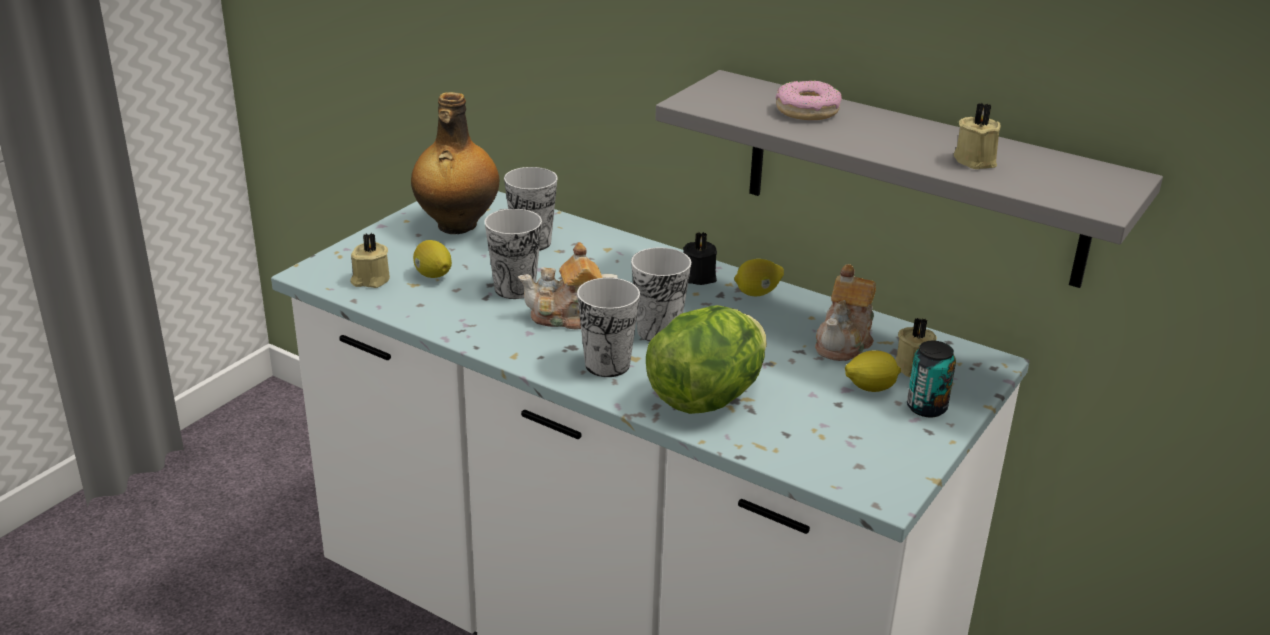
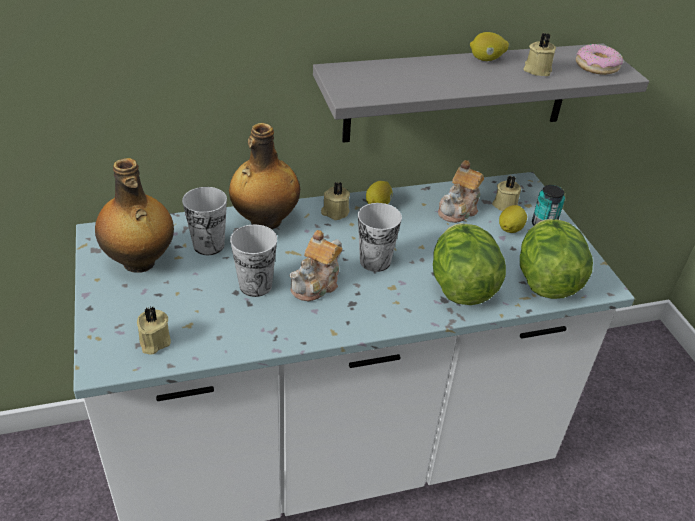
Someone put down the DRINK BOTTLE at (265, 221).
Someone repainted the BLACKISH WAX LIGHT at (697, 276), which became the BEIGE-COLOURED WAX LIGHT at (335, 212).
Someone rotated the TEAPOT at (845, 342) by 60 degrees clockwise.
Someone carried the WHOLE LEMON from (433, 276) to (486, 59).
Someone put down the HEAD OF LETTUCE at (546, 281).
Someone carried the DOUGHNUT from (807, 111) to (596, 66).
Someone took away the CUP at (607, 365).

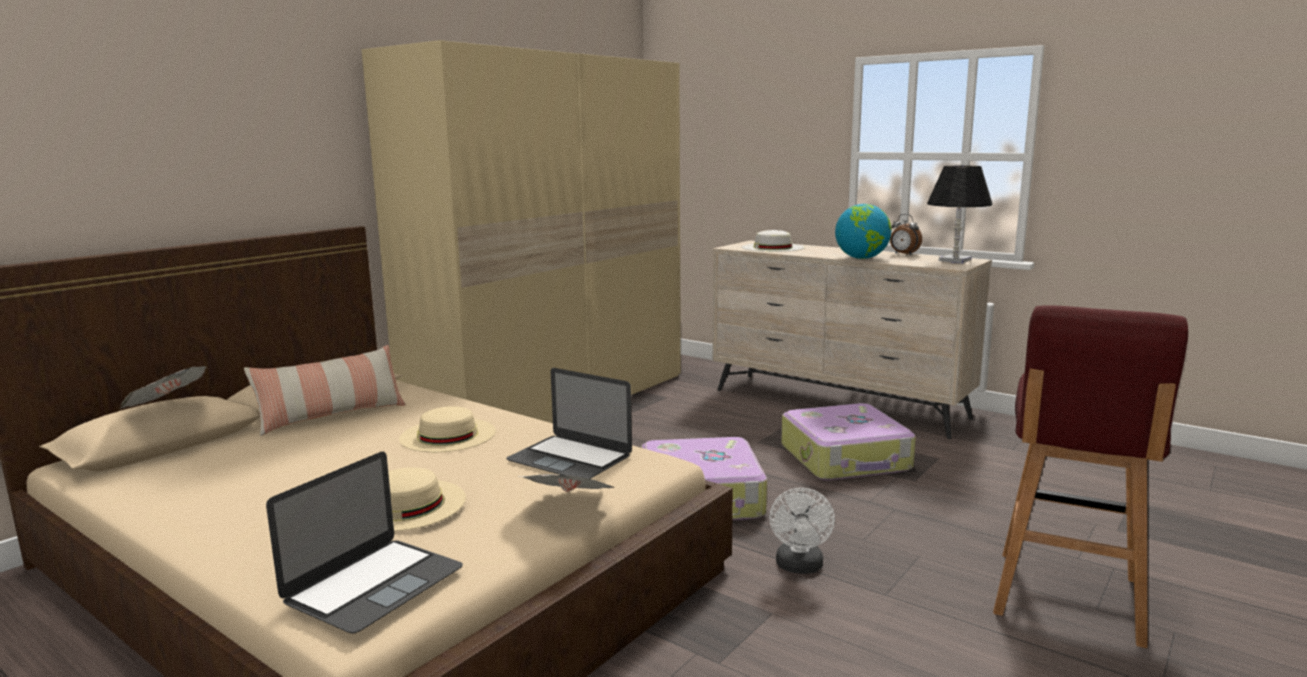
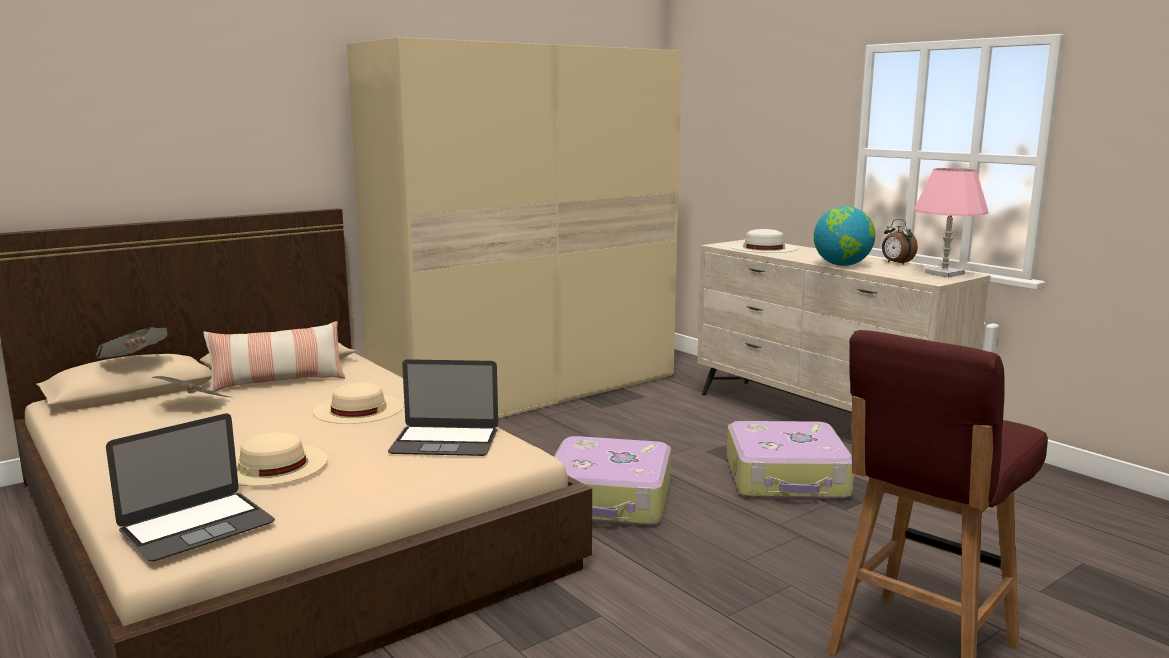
Someone carried the DAILY PAPER from (570, 507) to (196, 405).
Someone rotated the NOTEBOOK COMPUTER at (569, 458) by 45 degrees counterclockwise.
Someone repainted the BLACKISH TABLETOP LAMP at (955, 260), which became the PINK-COLOURED TABLETOP LAMP at (944, 273).
Someone took away the WHITE COOLING FAN at (800, 567).

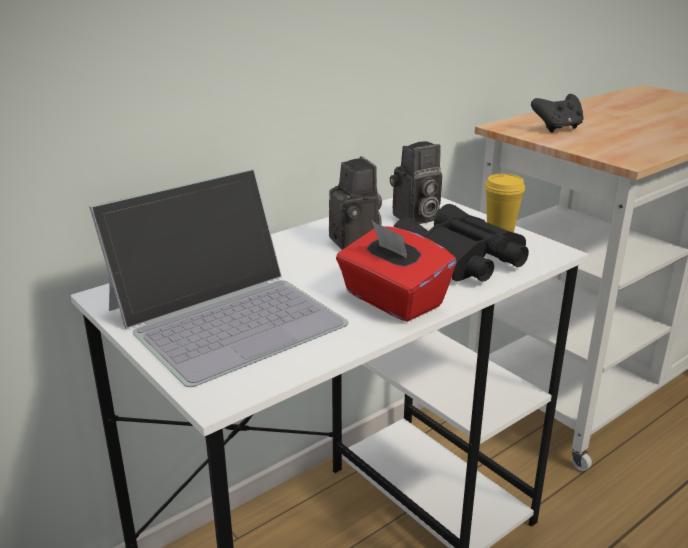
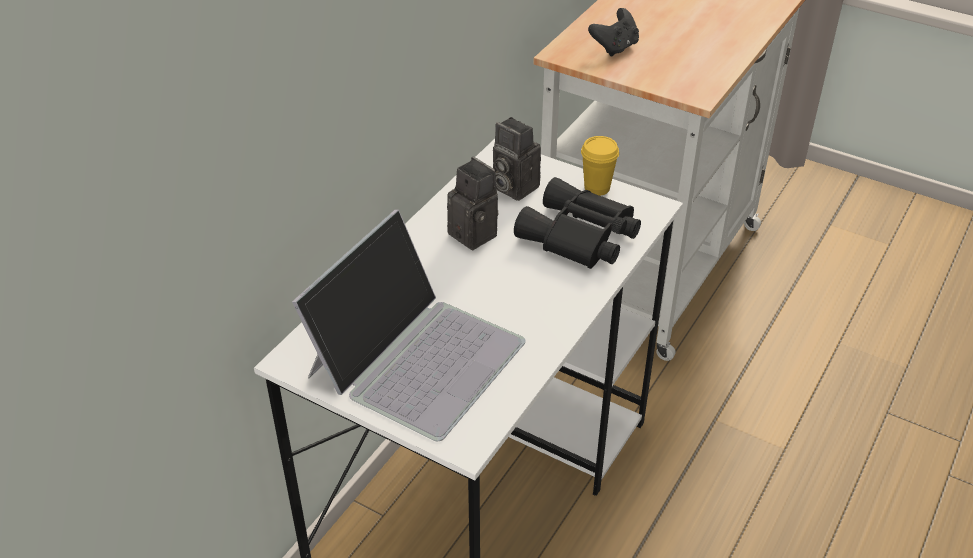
Someone rotated the STILL CAMERA at (415, 218) by 90 degrees clockwise.
Someone took away the RED TISSUE BOX at (392, 300).

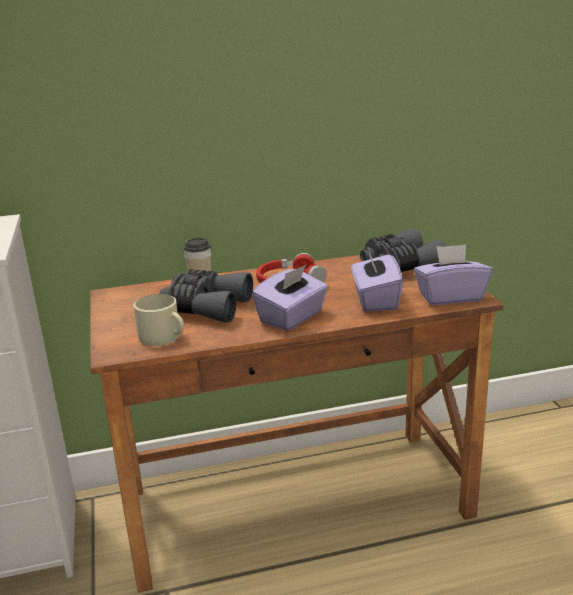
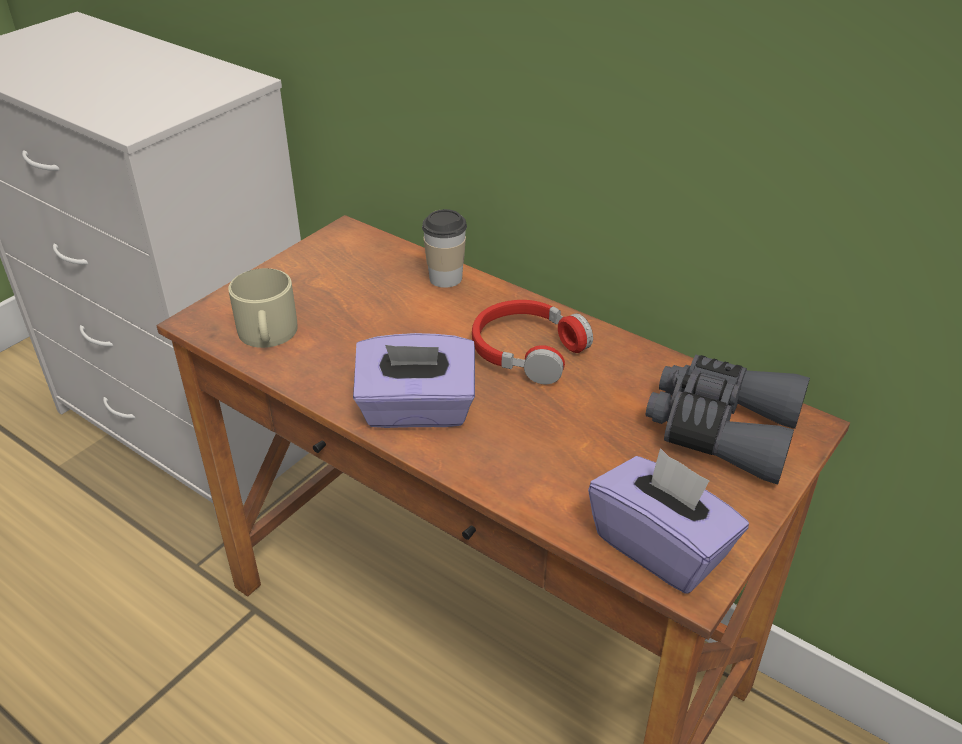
Someone took away the GREY FIELD GLASSES at (205, 307).
Someone took away the PURPLE-COLOURED TISSUE BOX at (375, 300).

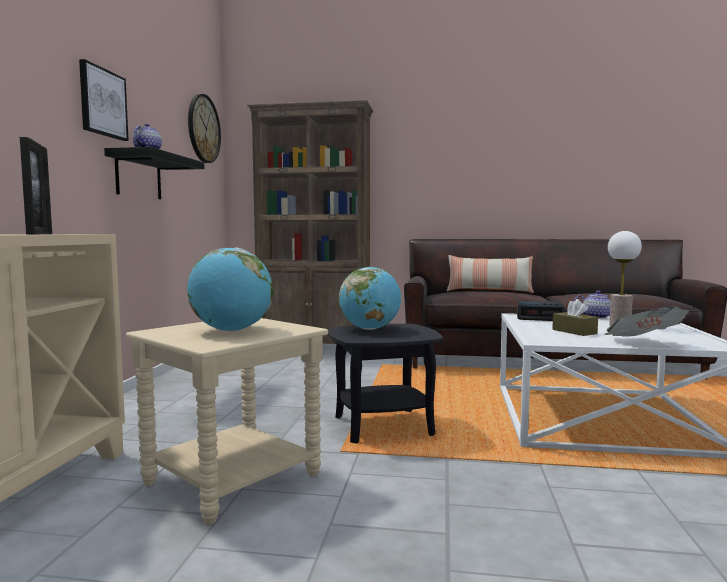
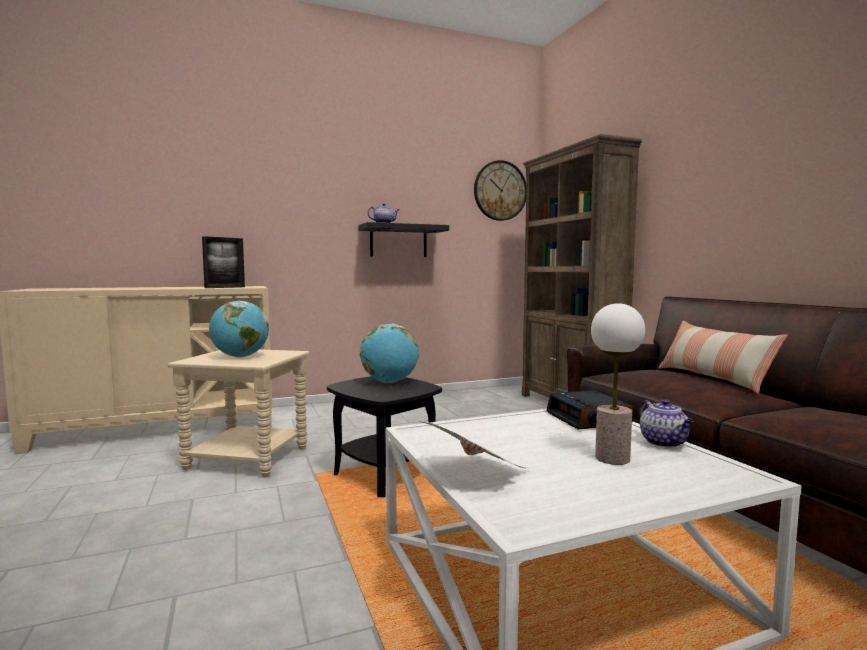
Someone took away the WALL ART at (102, 102).
Someone took away the BROWN TISSUE BOX at (574, 331).

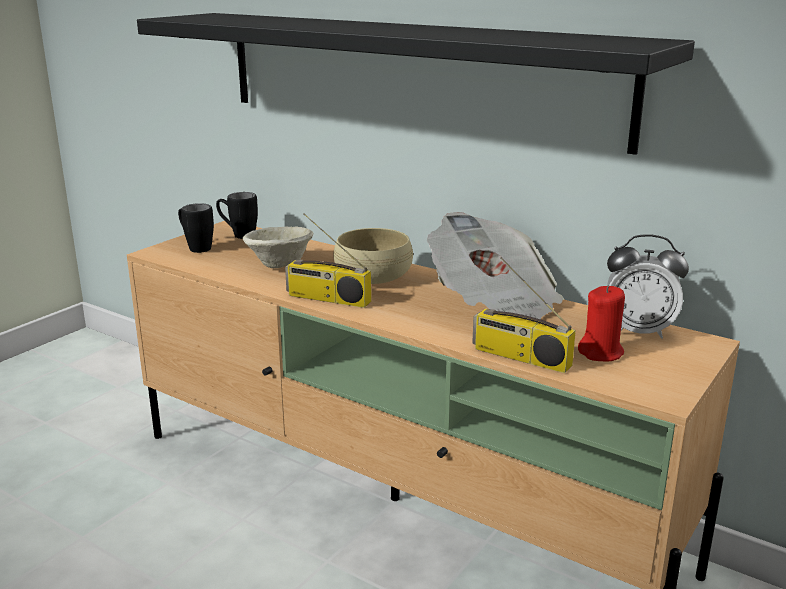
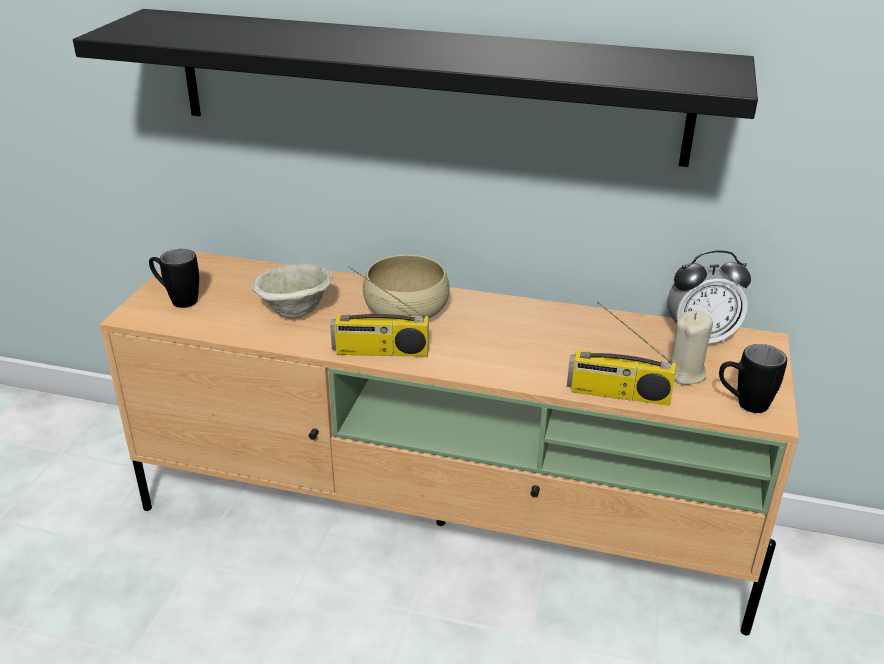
Someone repainted the RED WAX LIGHT at (601, 353), which became the BEIGE-COLOURED WAX LIGHT at (684, 373).
Someone carried the BLACKISH COFFEE MUG from (238, 235) to (743, 404).
Someone took away the DAILY PAPER at (494, 304).

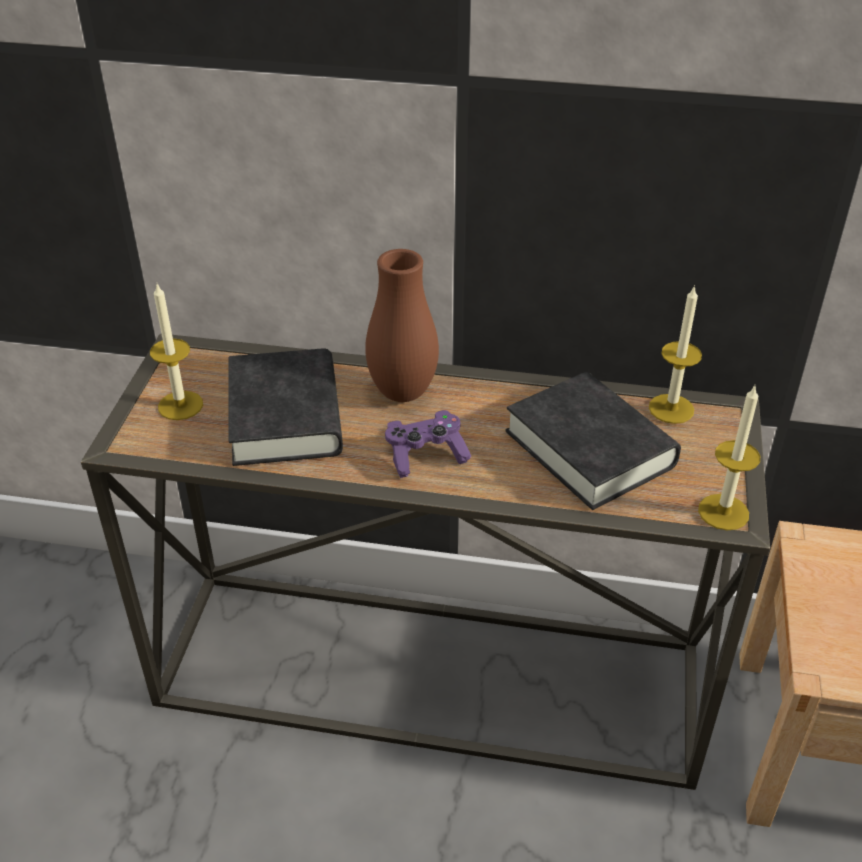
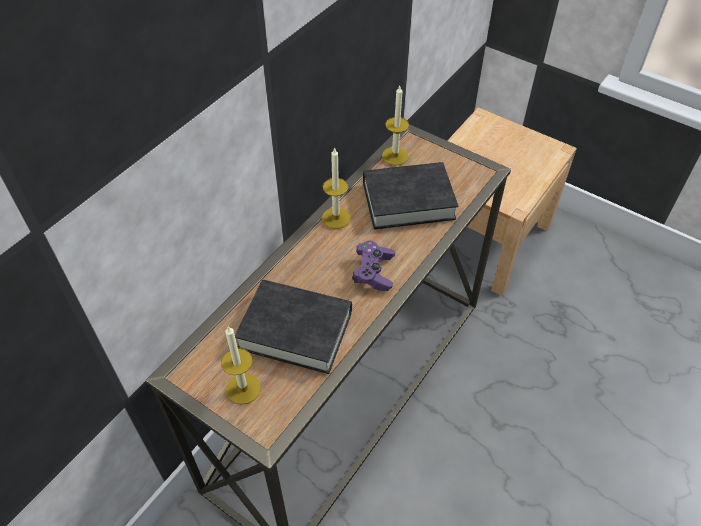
Someone carried the WAX LIGHT from (723, 512) to (336, 218).
Someone took away the BROWN VASE at (403, 392).

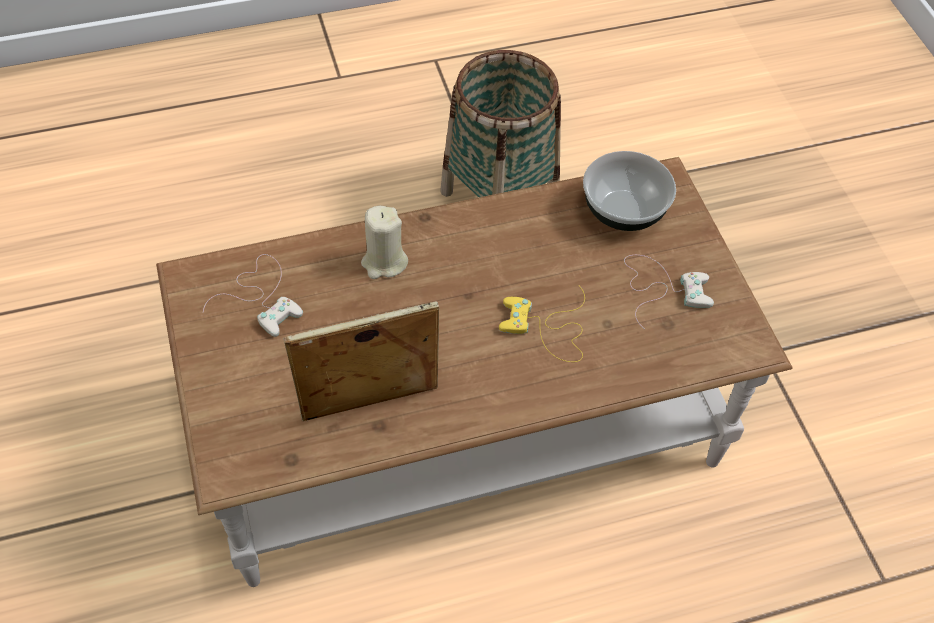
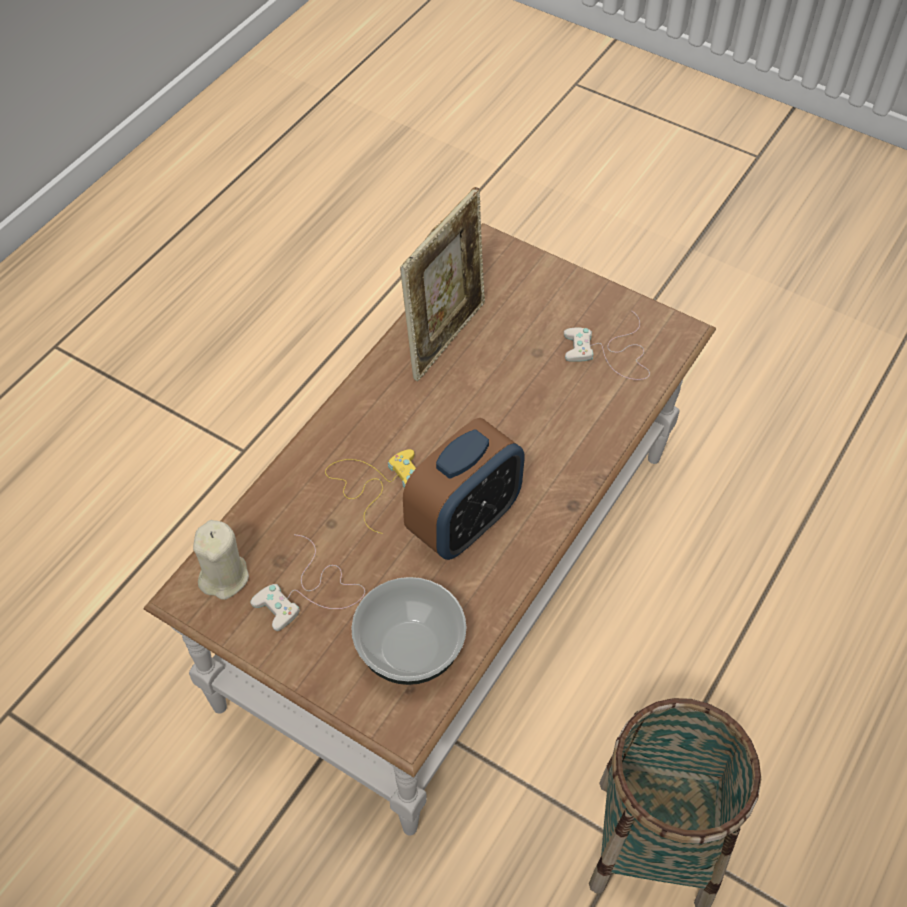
Someone carried the BEIGE-COLOURED WAX LIGHT from (384, 262) to (224, 576).
Someone put down the ALARM CLOCK at (463, 522).

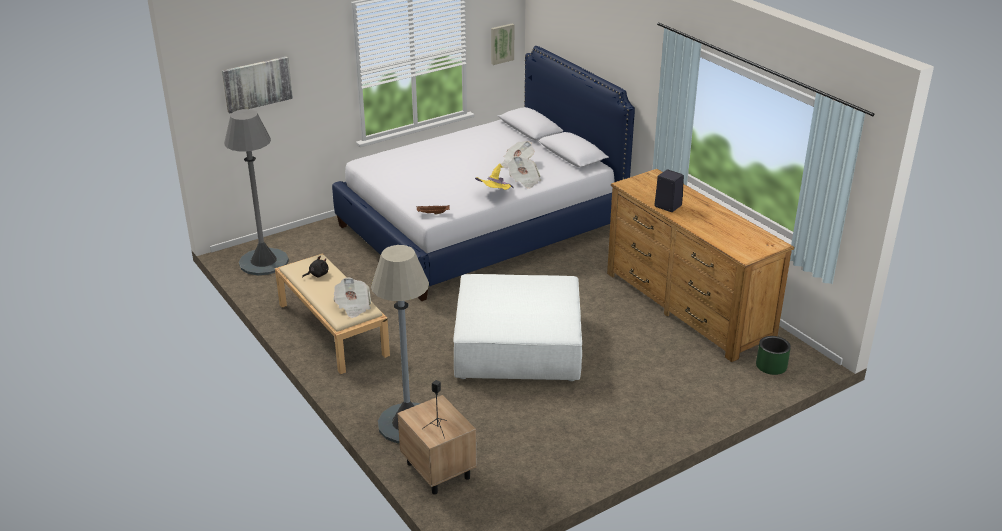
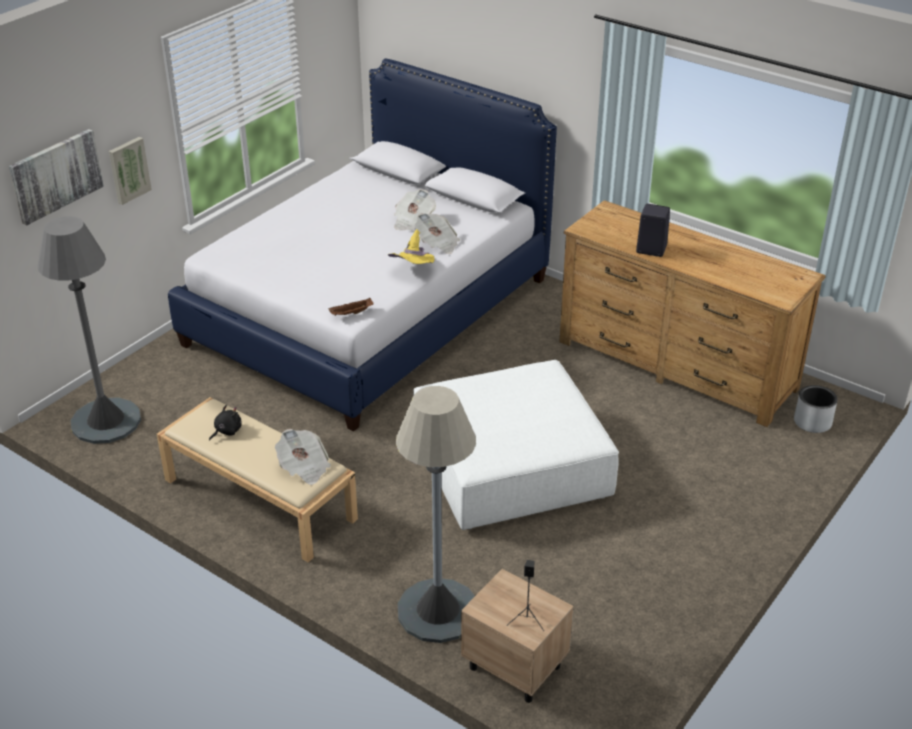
Someone carried the WALL ART from (501, 43) to (128, 170).
Someone repainted the GREEN PLANTER at (771, 366), which became the GREY PLANTER at (812, 422).

